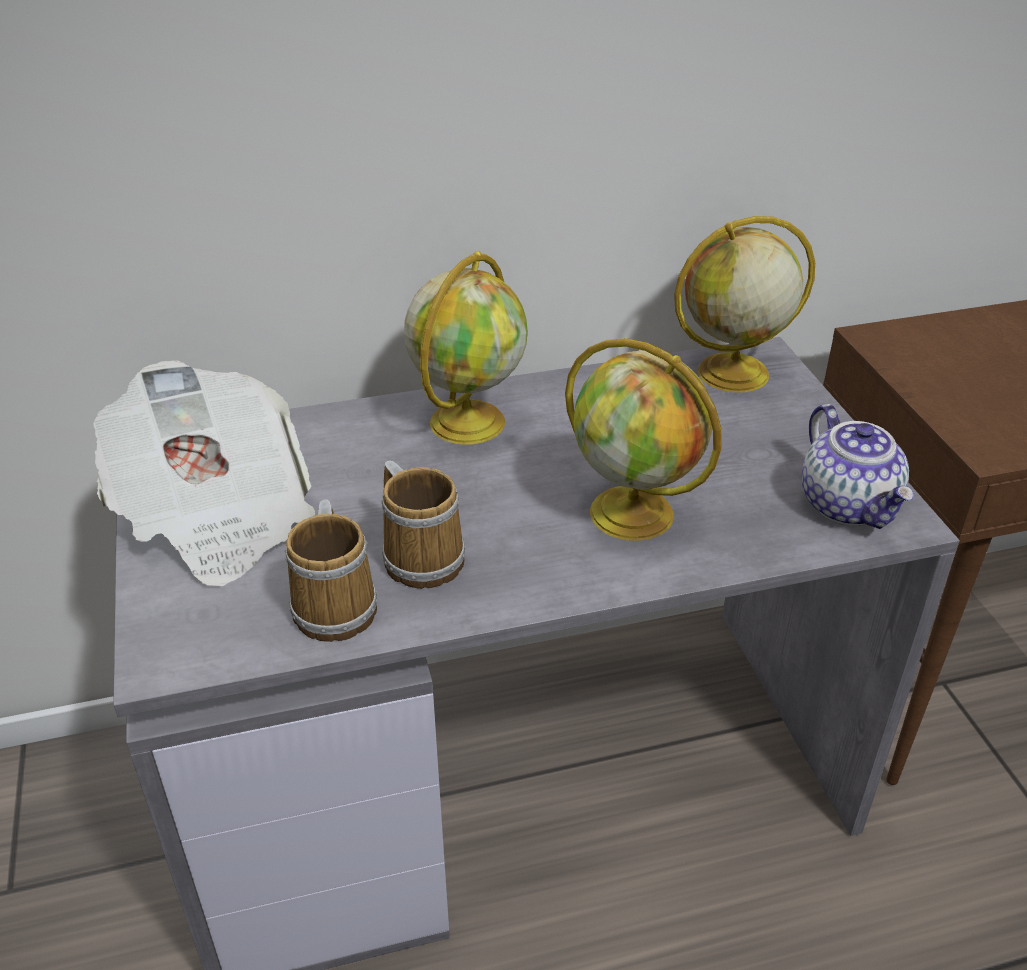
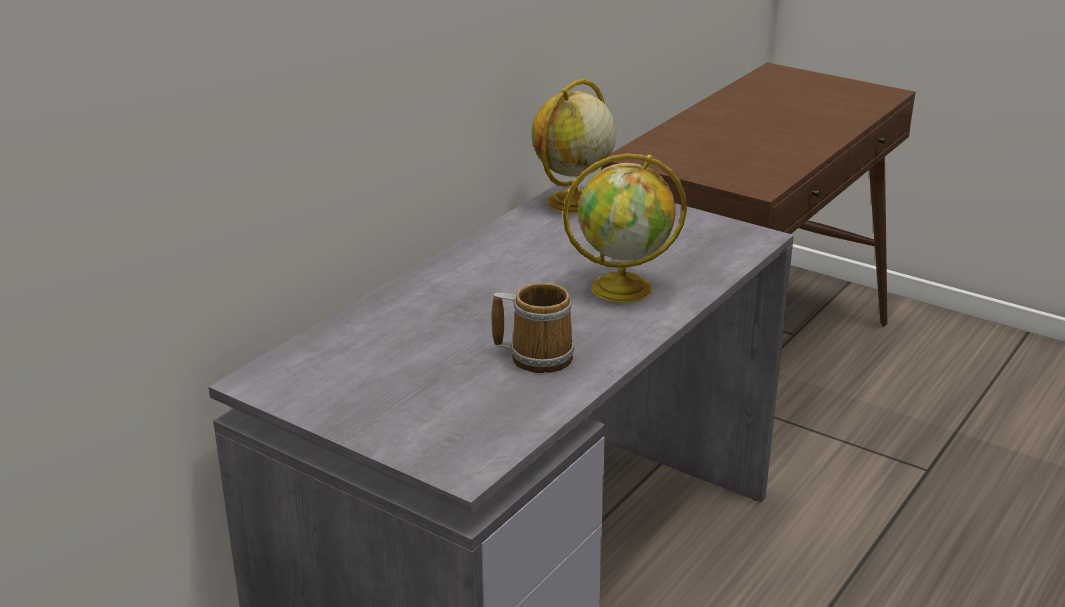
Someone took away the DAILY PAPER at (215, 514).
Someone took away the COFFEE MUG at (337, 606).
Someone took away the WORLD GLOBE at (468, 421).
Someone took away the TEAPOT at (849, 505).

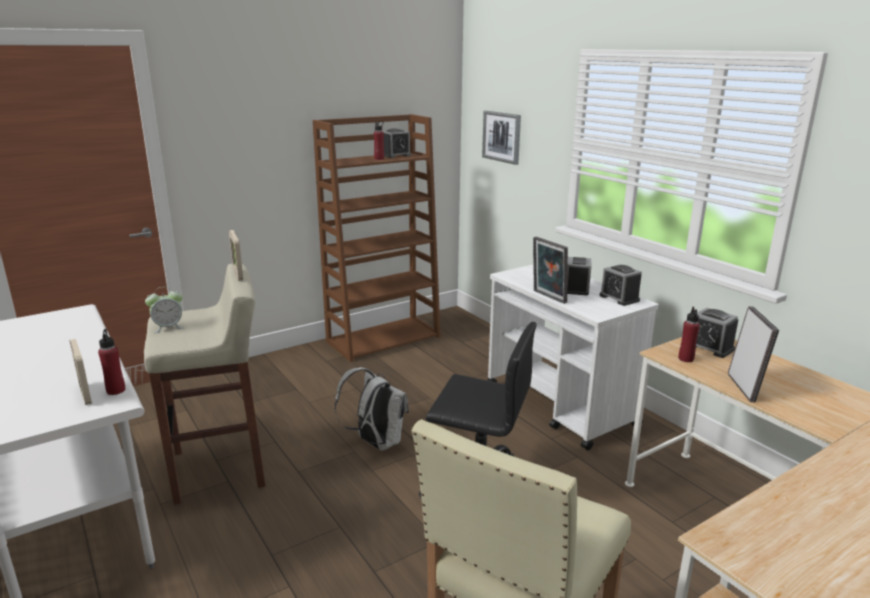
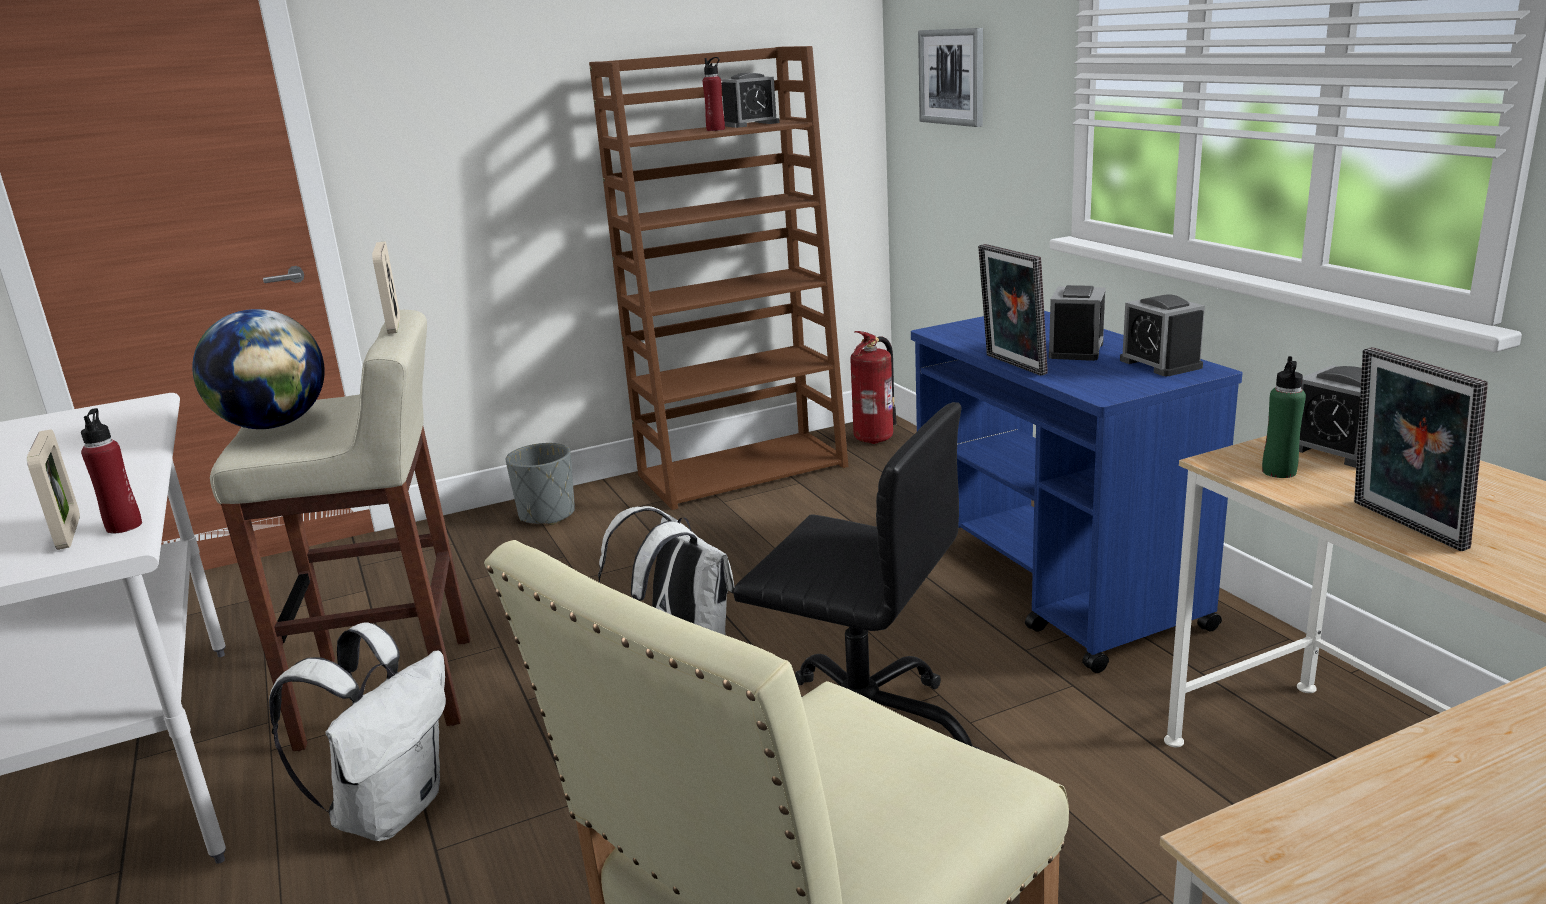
Someone swapped the ALARM CLOCK at (168, 327) for the WORLD GLOBE at (273, 425).
Someone put down the WHITE RUCKSACK at (390, 810).
Someone put down the GREY PLANTER at (547, 514).
Someone put down the EXTINGUISHER at (875, 438).
Someone repainted the WHITE TROLLEY at (560, 405), which became the BLUISH TROLLEY at (1056, 588).
Someone repainted the RED DRINK BOTTLE at (686, 359), which became the GREEN DRINK BOTTLE at (1279, 472).
Someone rotated the PHOTO FRAME at (744, 388) by 150 degrees clockwise.

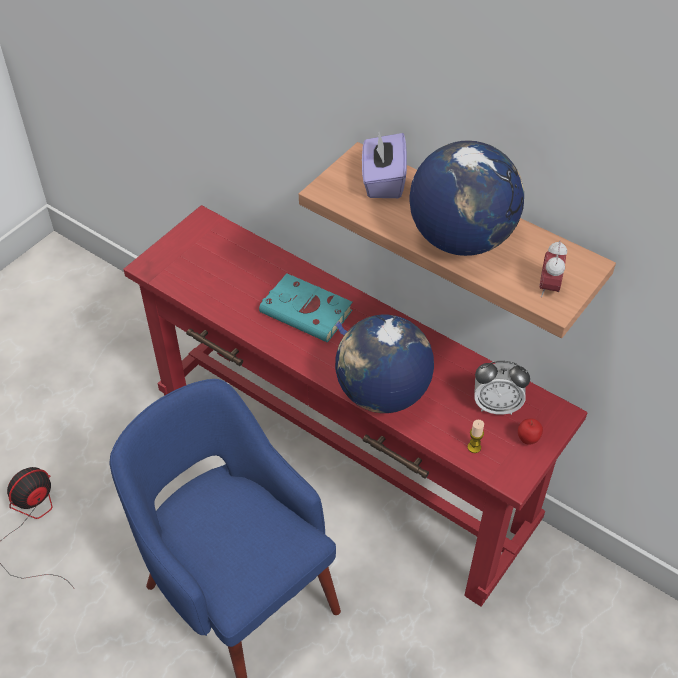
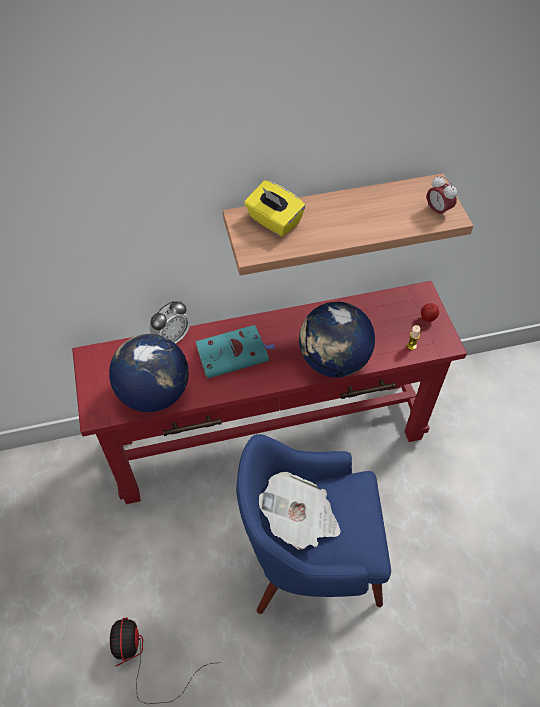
Someone carried the WORLD GLOBE from (461, 239) to (154, 393).
Someone carried the ALARM CLOCK from (496, 406) to (172, 337).
Someone repainted the PURPLE-COLOURED TISSUE BOX at (383, 181), which became the YELLOW-COLOURED TISSUE BOX at (274, 221).
Someone put down the DAILY PAPER at (300, 520).

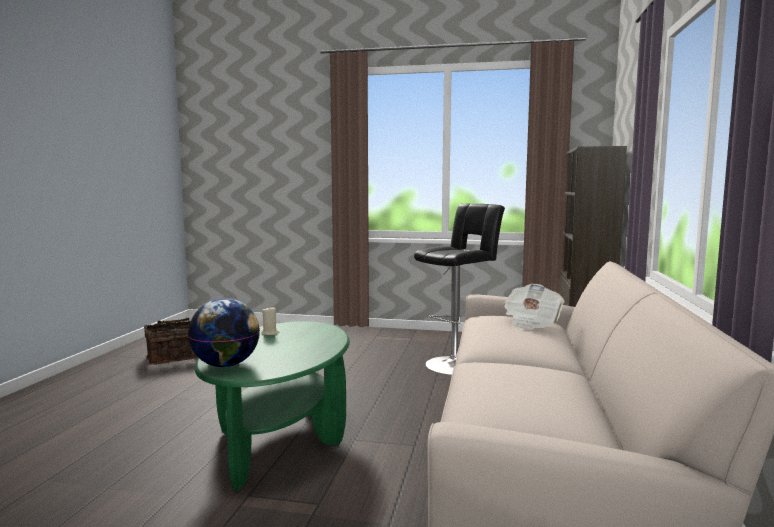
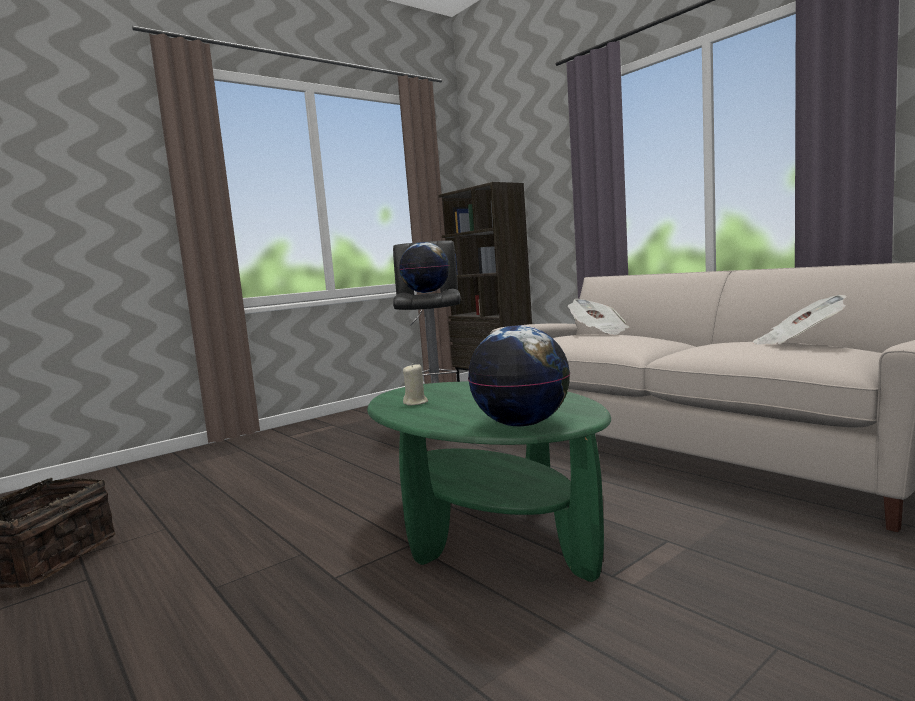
Someone put down the WORLD GLOBE at (426, 293).
Someone put down the DAILY PAPER at (798, 342).

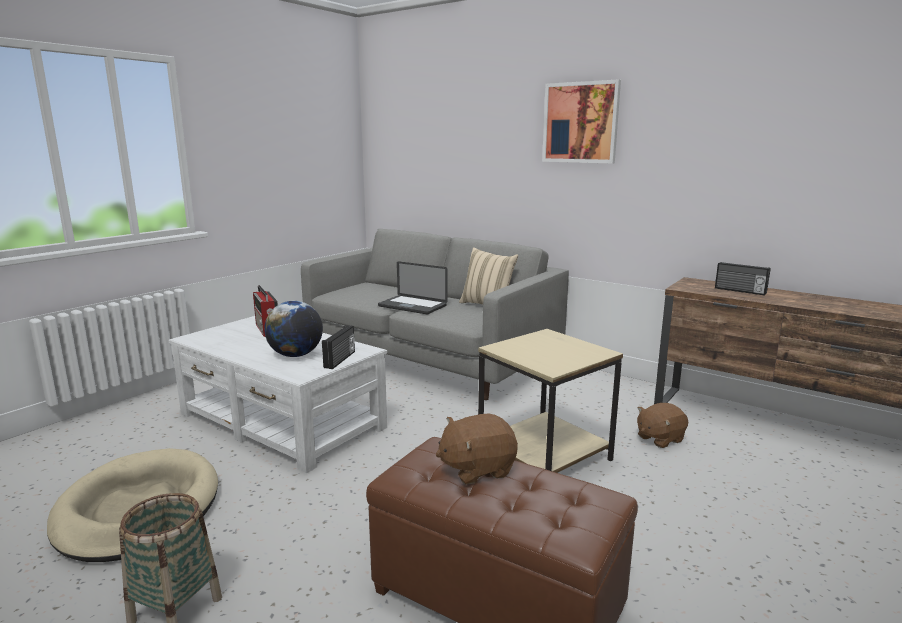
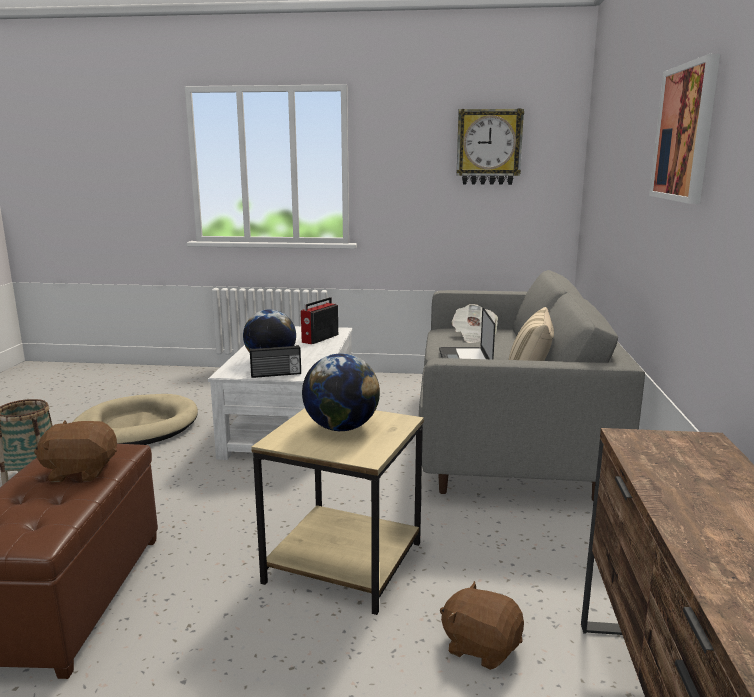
Someone rotated the BROWN PLUSH TOY at (477, 469) by 45 degrees counterclockwise.
Someone put down the WORLD GLOBE at (341, 428).
Someone put down the DAILY PAPER at (474, 336).
Someone put up the CLOCK ON THE WALL at (489, 147).
Someone took away the RADIO SET at (740, 291).

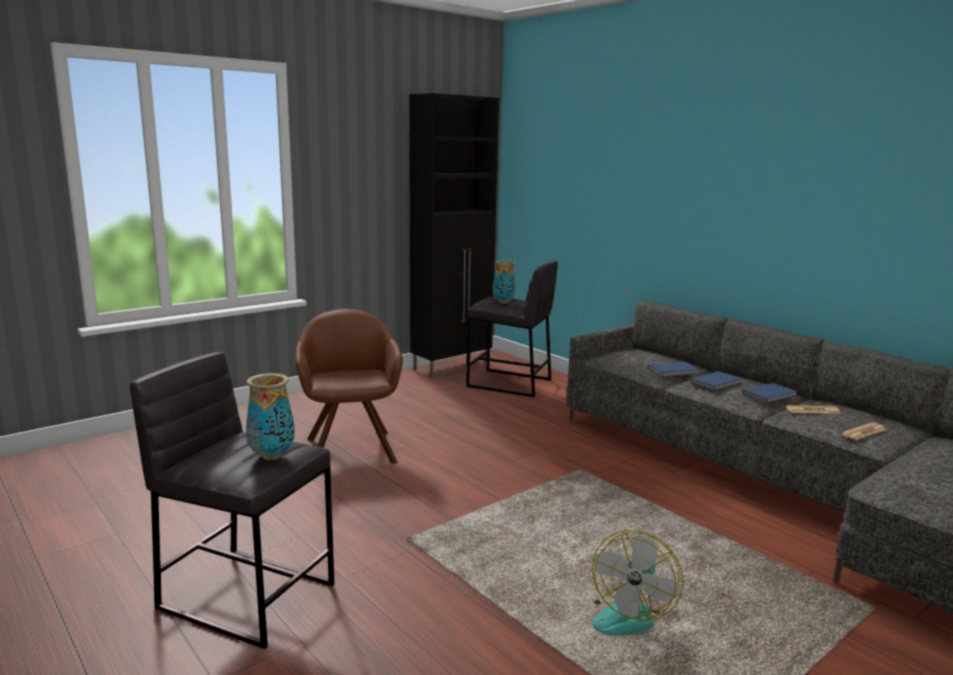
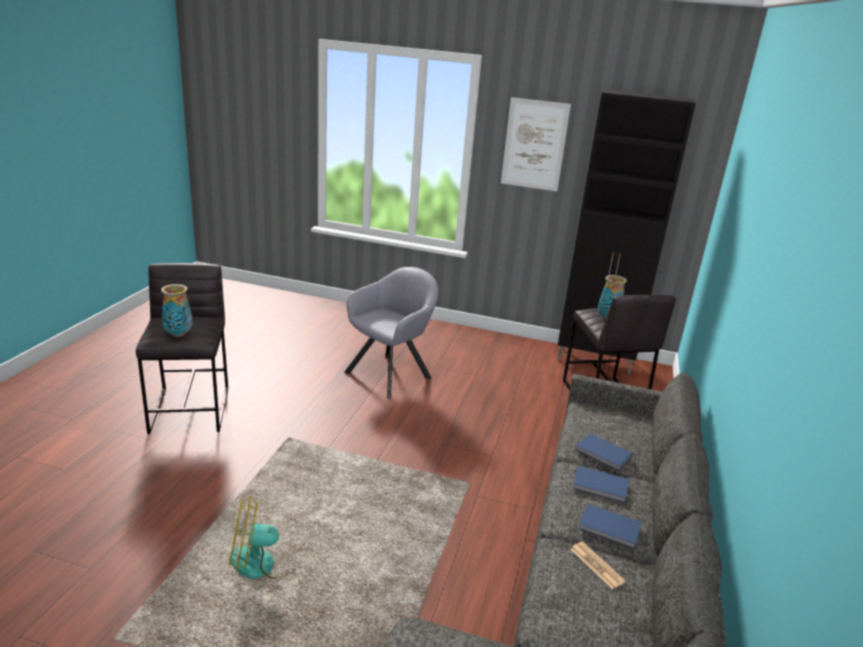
Someone repainted the BROWN LOUNGE CHAIR at (350, 447), which became the GREY LOUNGE CHAIR at (391, 373).
Someone put up the WALL ART at (534, 145).
Someone took away the DAILY PAPER at (864, 432).

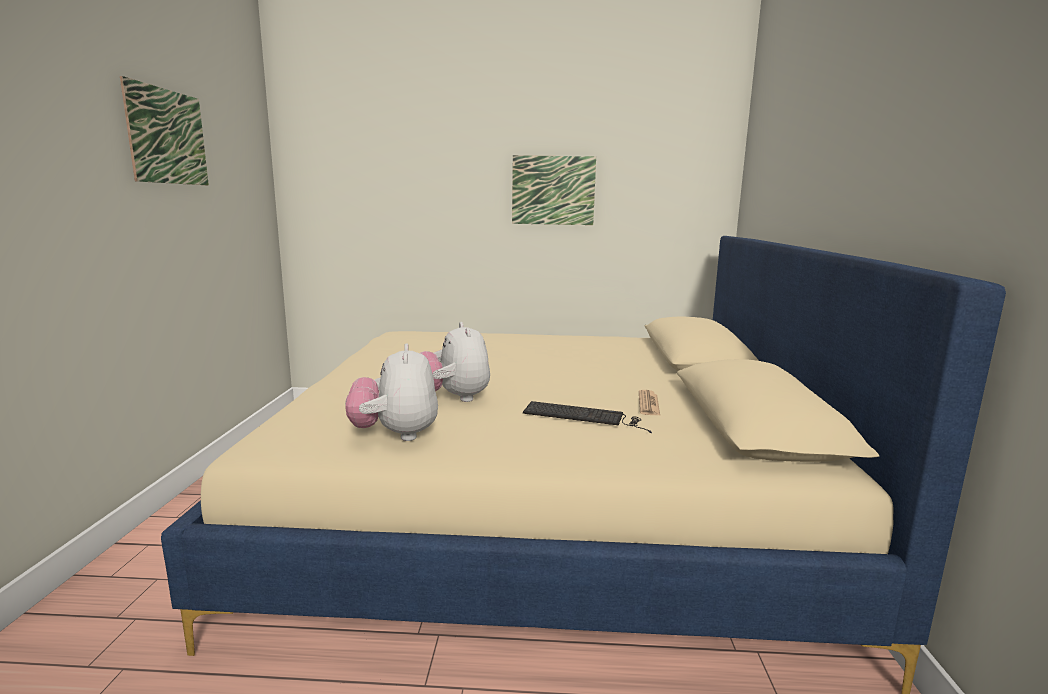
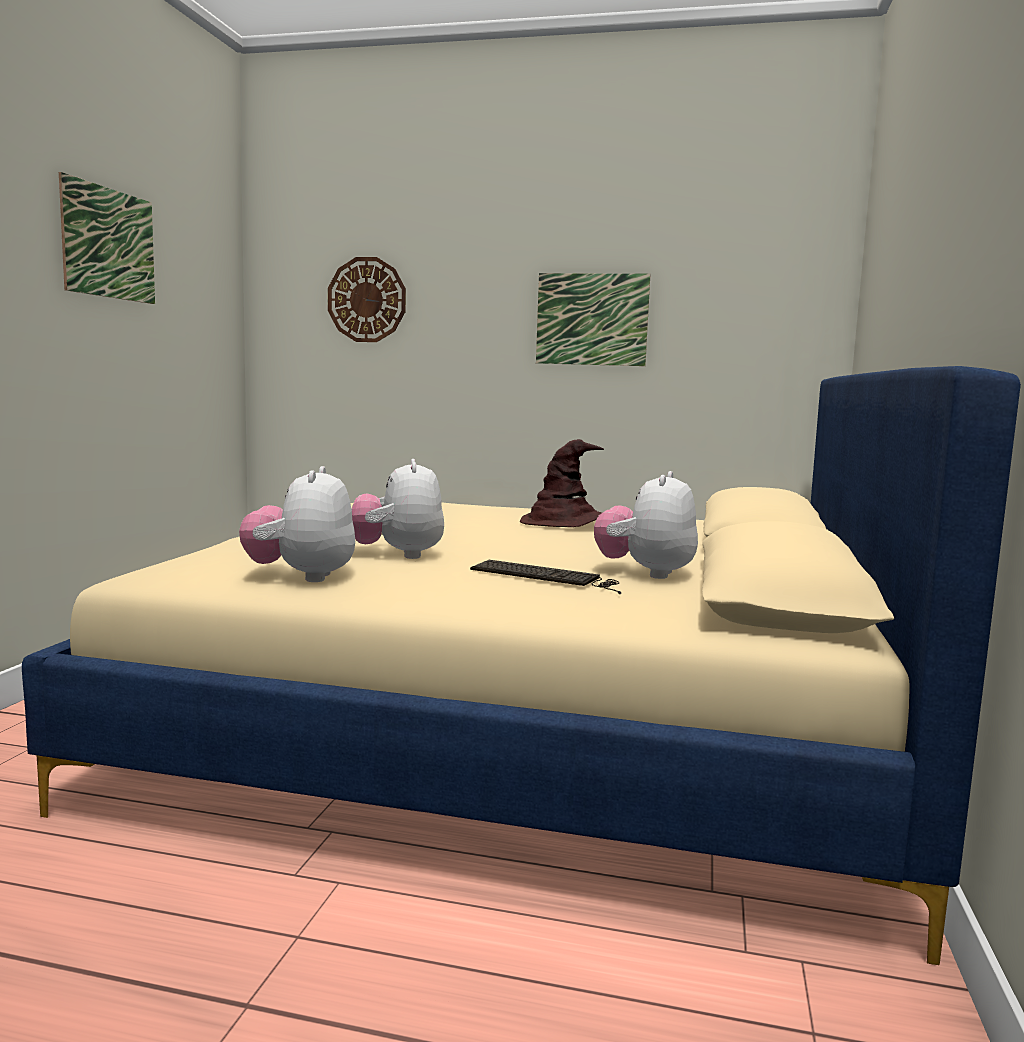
Someone put up the CLOCK ON THE WALL at (367, 300).
Someone put down the BROWN WEARABLE HAT at (564, 522).
Someone swapped the DAILY PAPER at (648, 404) for the PLUSH TOY at (646, 573).

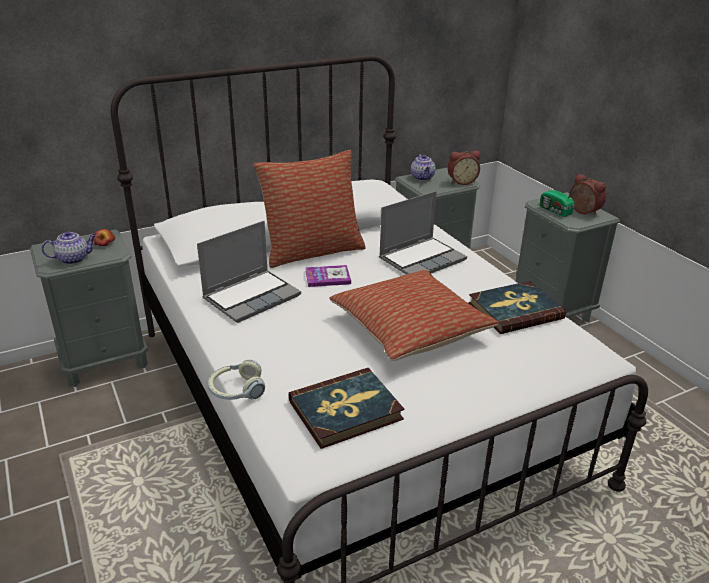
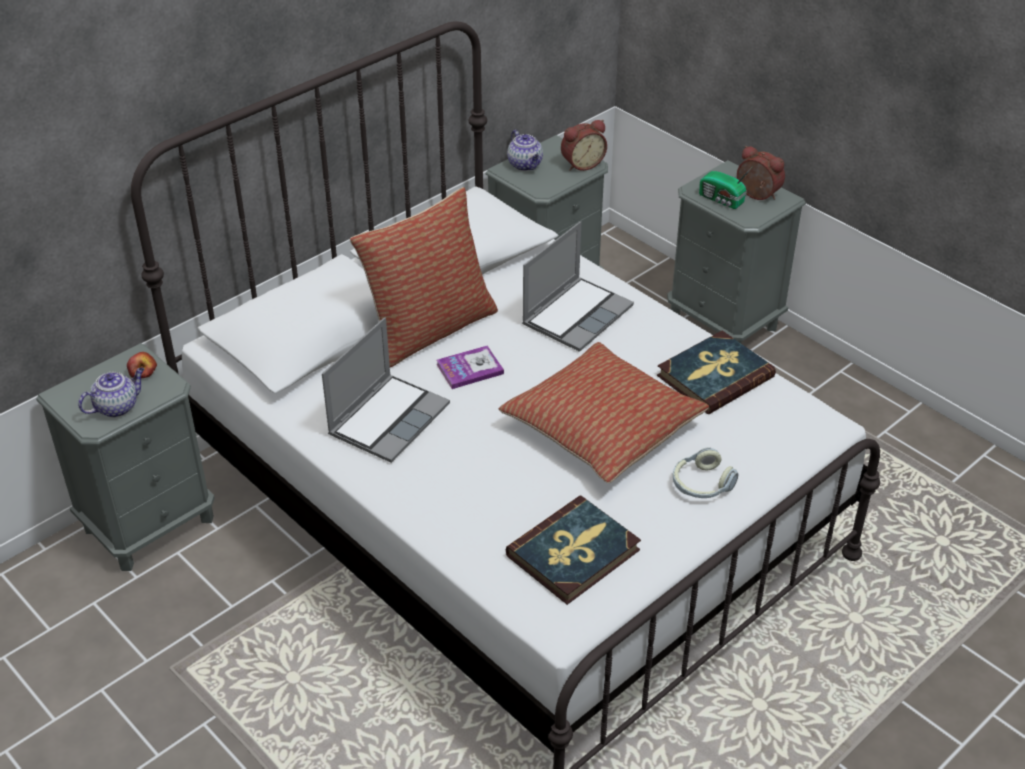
Someone carried the HEADSET from (236, 390) to (701, 485).

